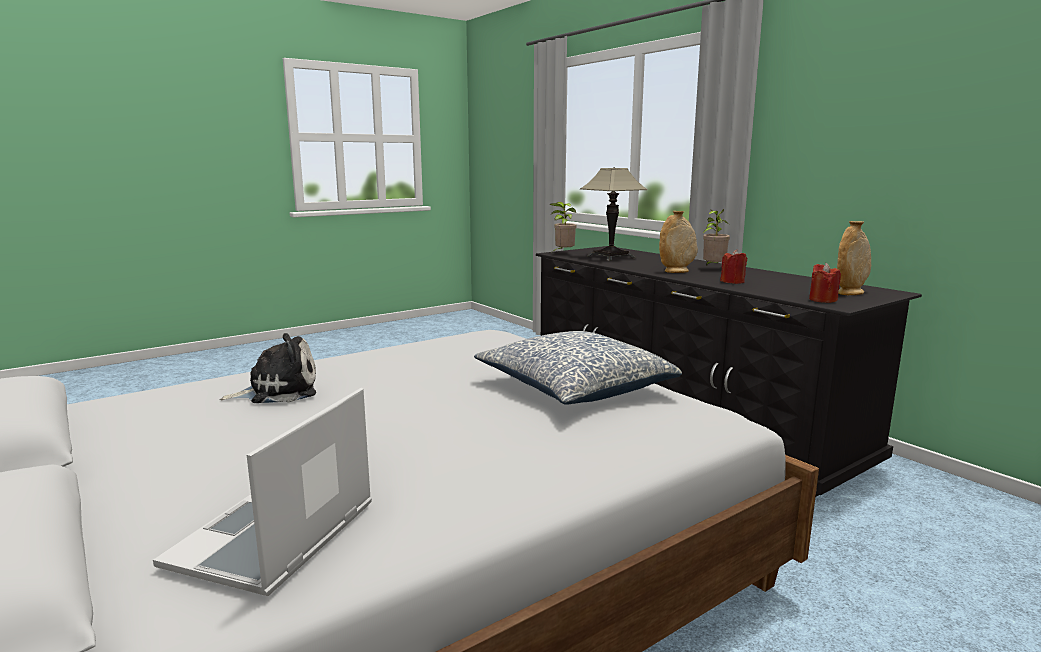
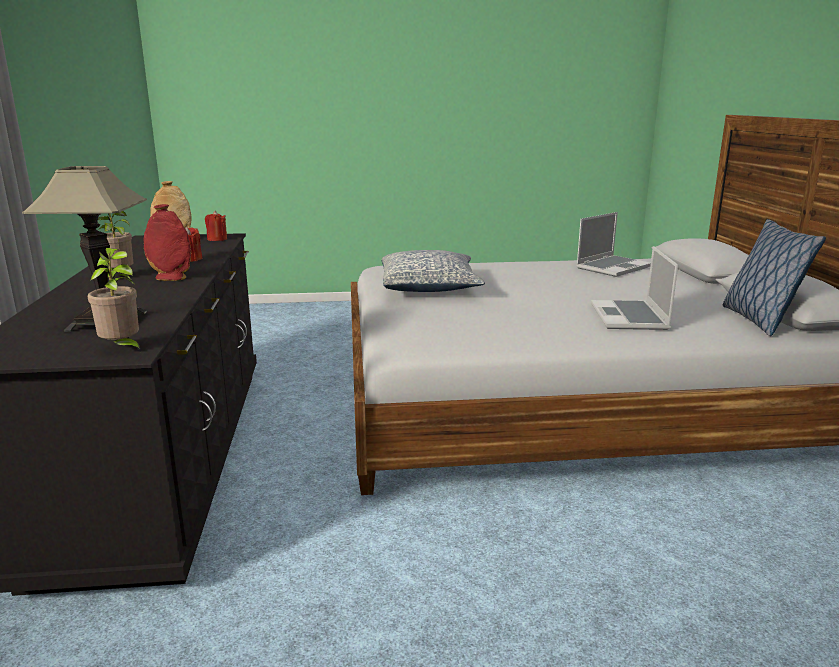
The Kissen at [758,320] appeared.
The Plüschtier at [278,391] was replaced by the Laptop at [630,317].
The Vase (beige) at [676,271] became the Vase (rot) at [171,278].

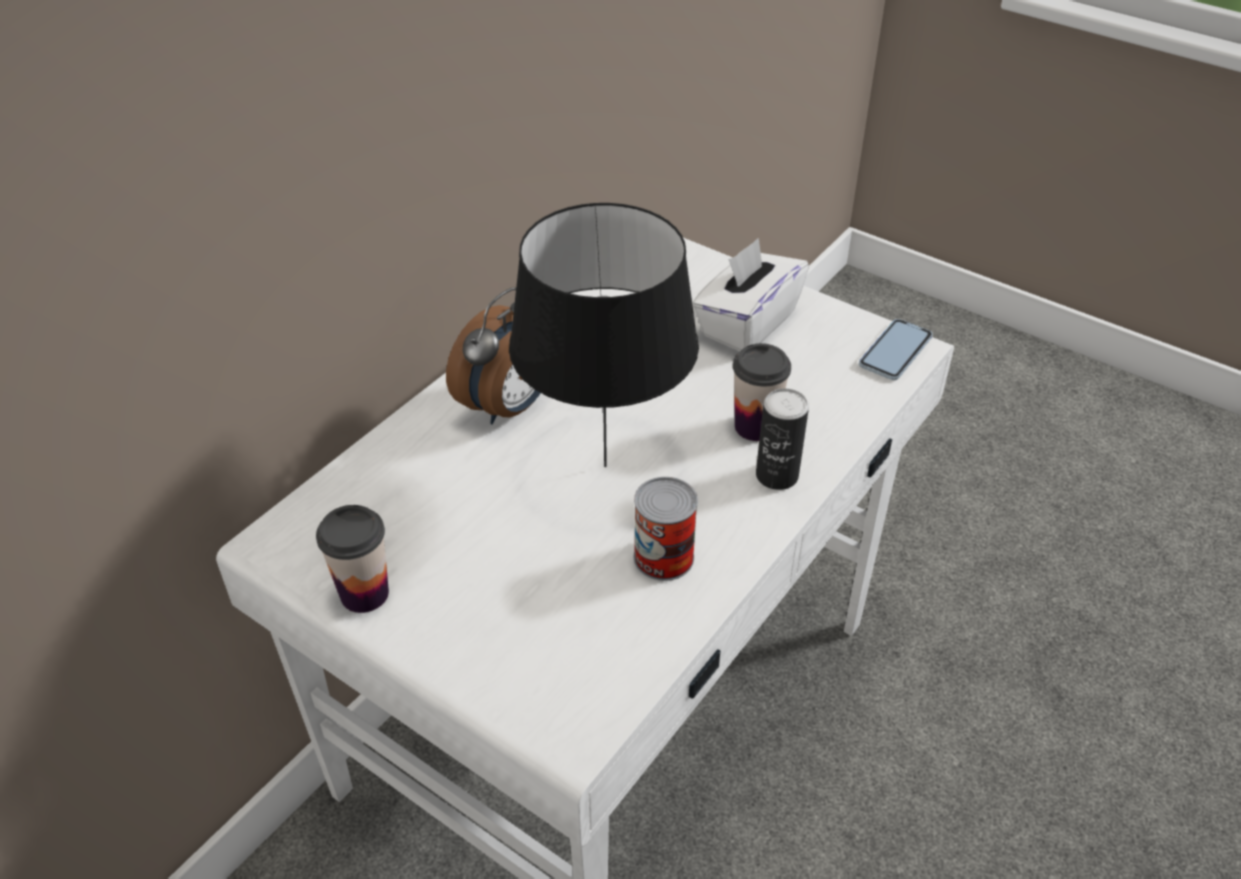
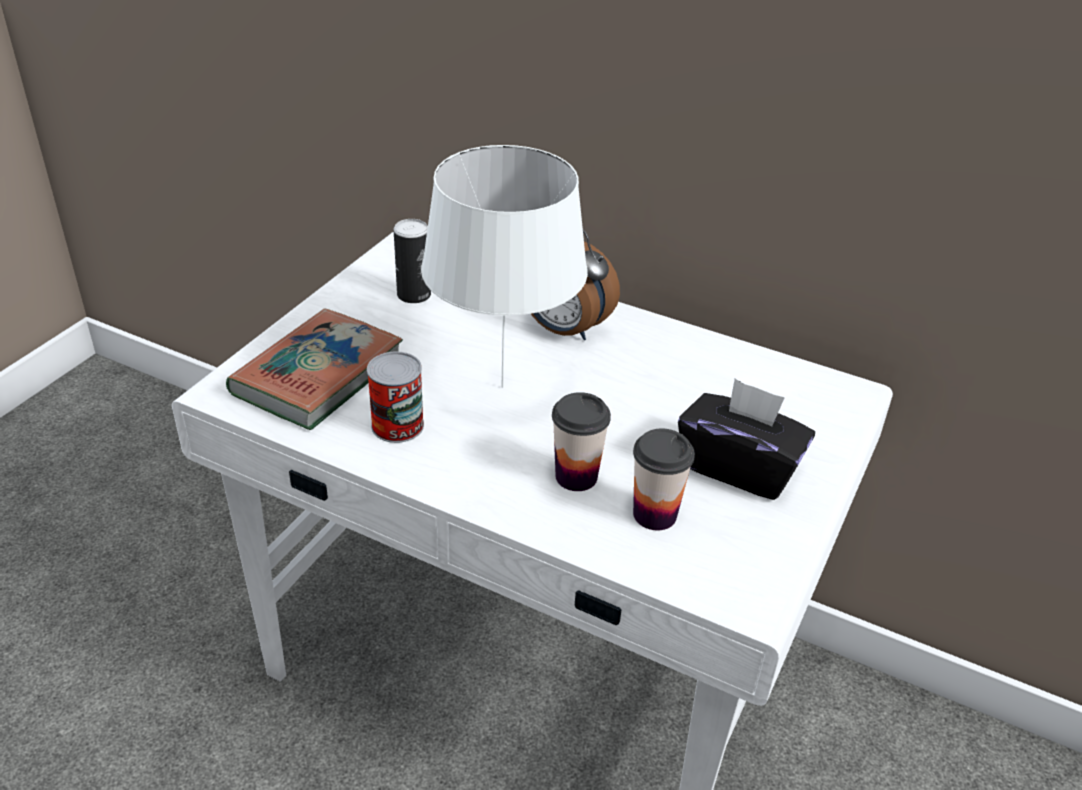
The Handy at [895,351] disappeared.
The Buch at [318,376] appeared.
The Tasse moved from [364,593] to [654,514].
The Dose moved from [777,475] to [414,295].
The Tischlampe (schwarz) at [603,465] became the Tischlampe (weiß) at [503,386].
The Taschentuchbox (weiß) at [746,323] became the Taschentuchbox (schwarz) at [739,467].

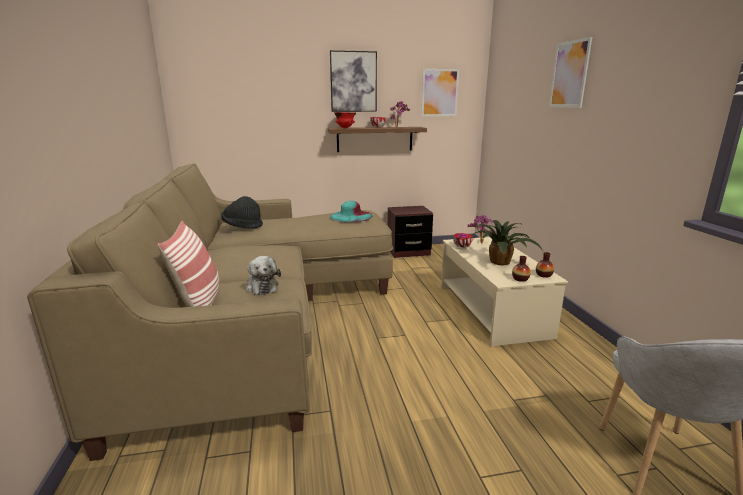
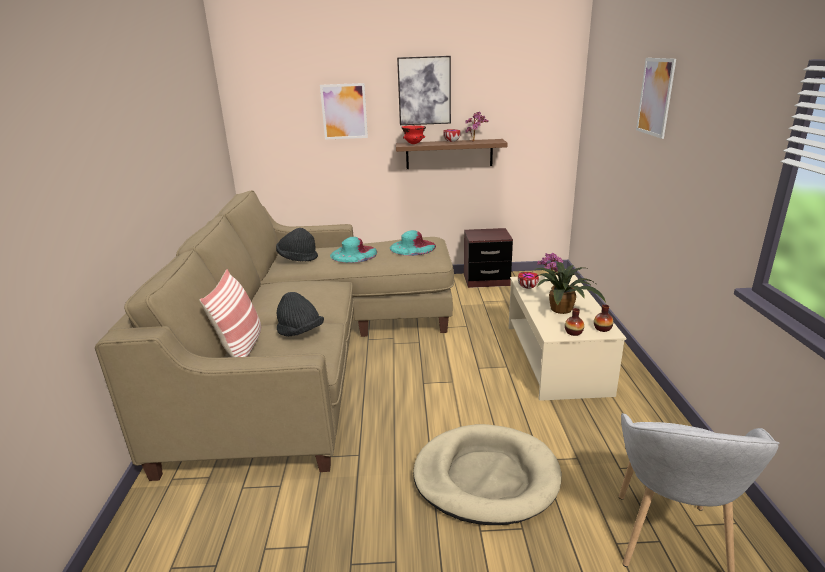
The Hut (türkis) at [353,254] appeared.
The Hundebett (beige) at [486,477] appeared.
The Bild moved from [439,93] to [344,111].
The Plüschtier at [261,286] was replaced by the Hut (schwarz) at [300,332].

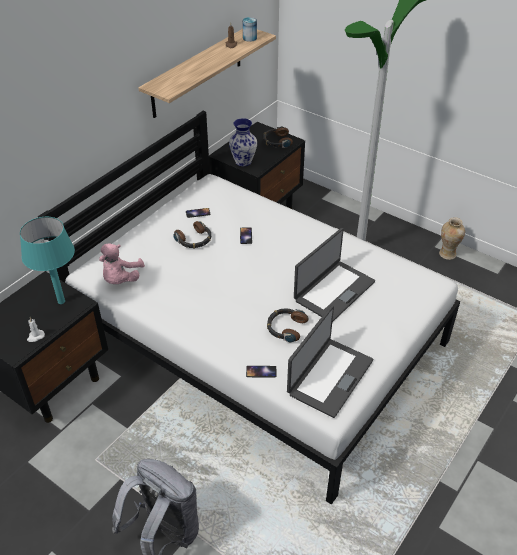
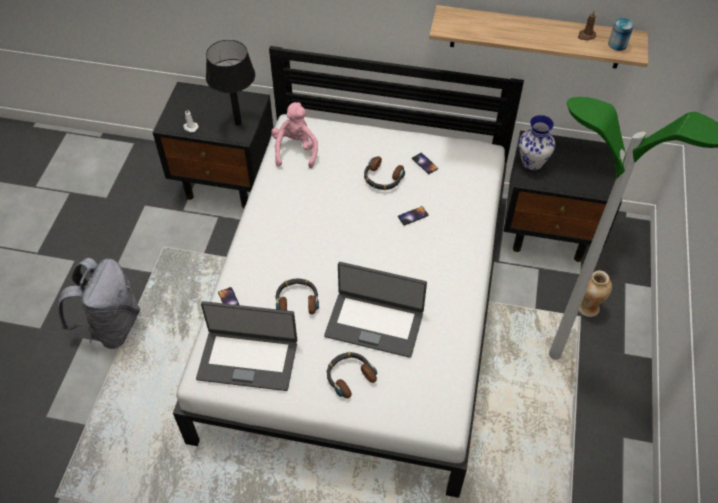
The Kopfhörer moved from [276,141] to [349,376].
The Vase moved from [447,254] to [588,308].
The Tischlampe (türkis) at [61,301] became the Tischlampe (schwarz) at [238,123].
The Plüschtier (rosa) at [121,279] turned 105 degrees clockwise.

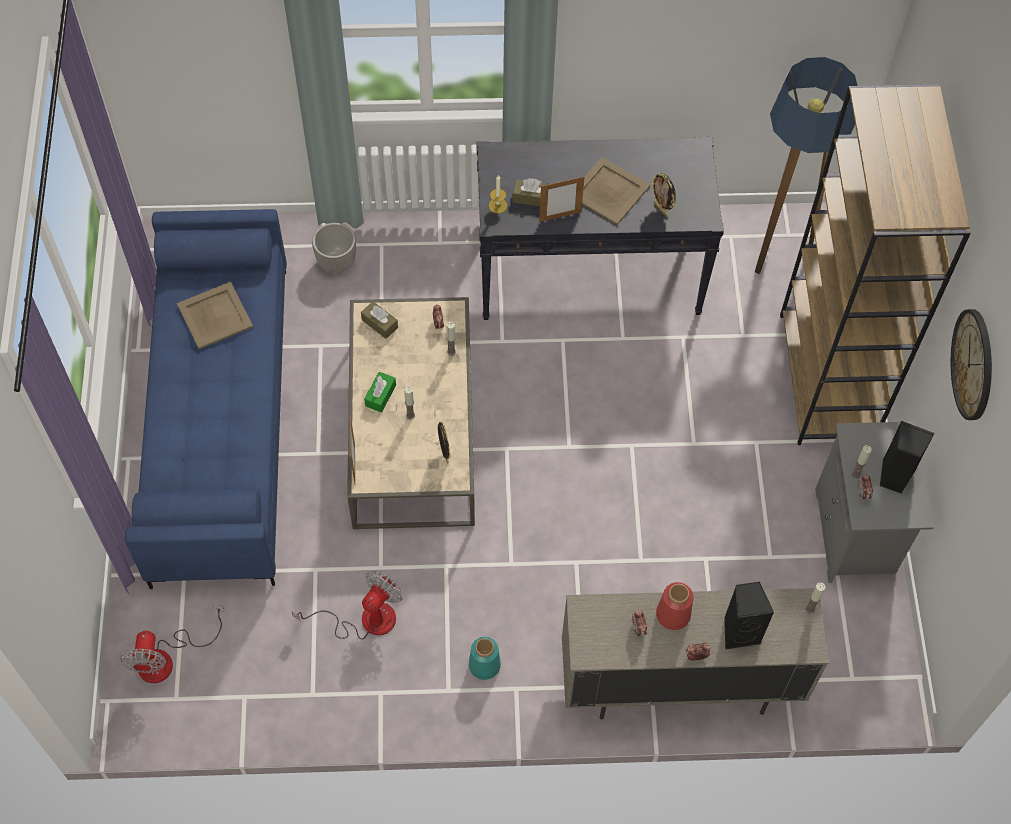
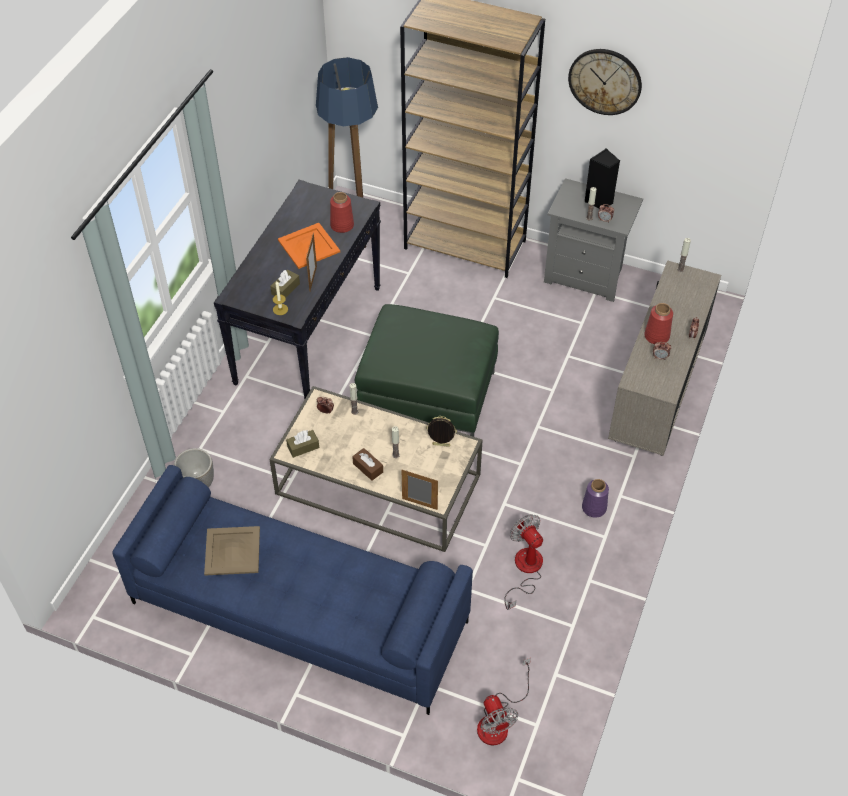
The Lautsprecher (schwarz) at [739,632] disappeared.
The Polsterhocker (grün) at [428,395] appeared.
The Bilderrahmen at [661,209] was replaced by the Vase (rot) at [342,225].
The Taschentuchbox (grün) at [380,395] became the Taschentuchbox (braun) at [368,468].
The Vase (türkis) at [484,665] became the Vase (lila) at [594,508].
The Tablett (beige) at [610,191] became the Tablett (orange) at [309,245].
The Ventilator at [167,658] turned 45 degrees clockwise.

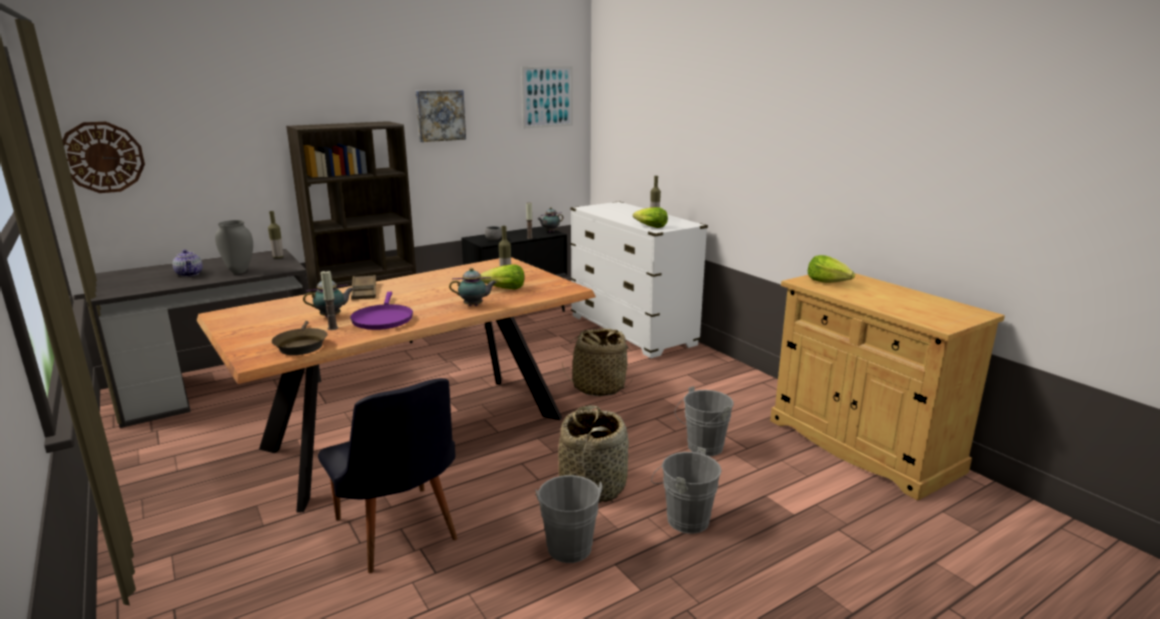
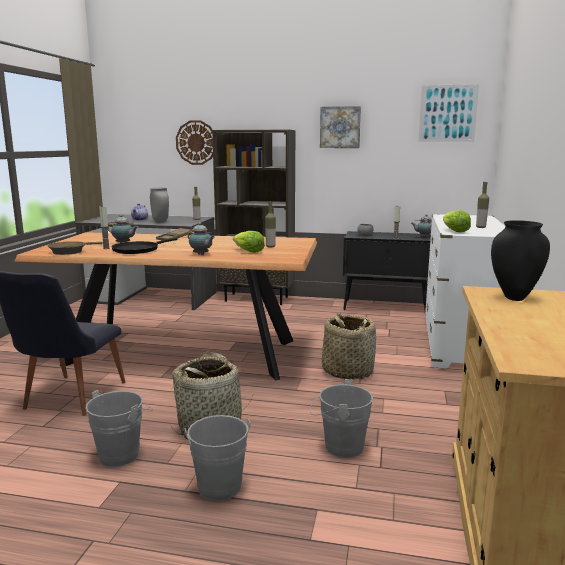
The Wanduhr moved from [102,157] to [196,142].
The Salatkopf at [828,282] was replaced by the Vase (schwarz) at [514,297].
The Pfanne (lila) at [382,319] became the Pfanne (schwarz) at [138,250].

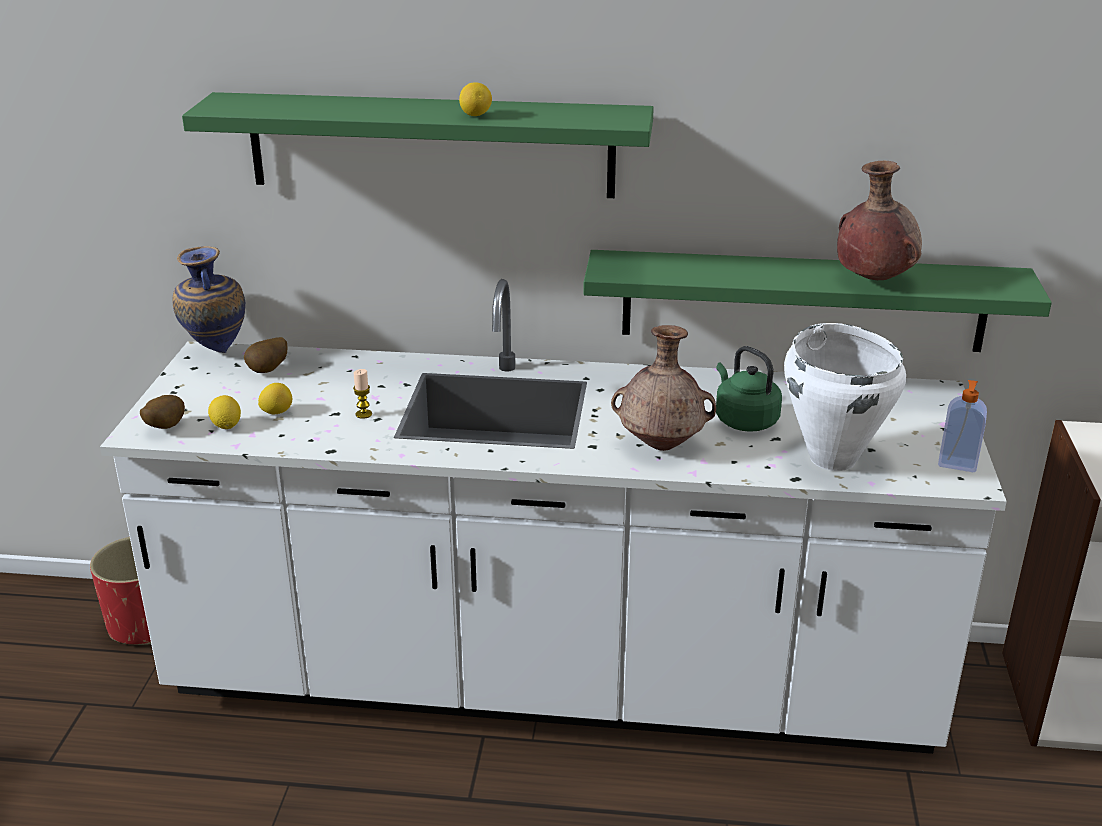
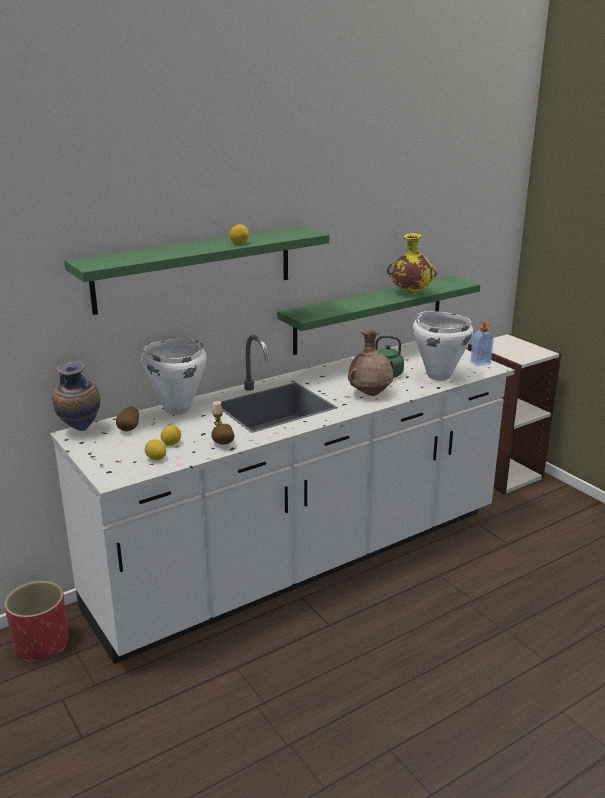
The Kochtopf (weiß) at [176,409] appeared.
The Kartoffel moved from [164,428] to [223,444].
The Vase (braun) at [872,280] became the Vase (gelb) at [410,293].

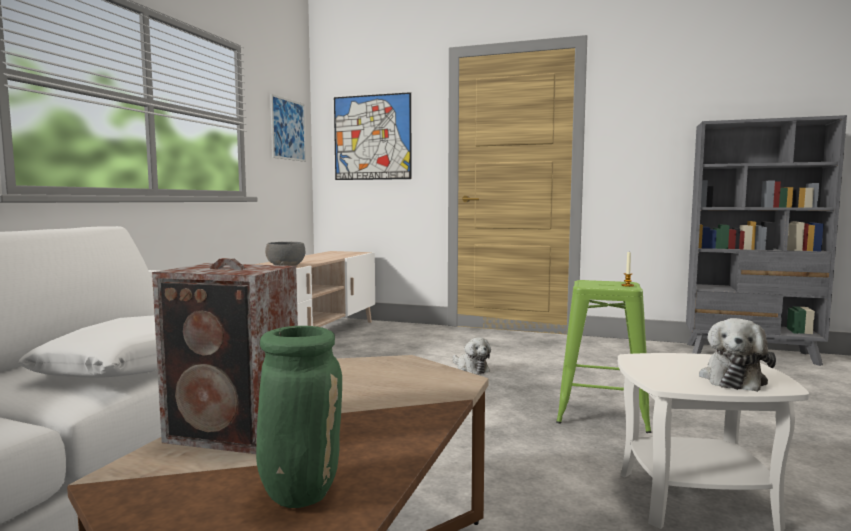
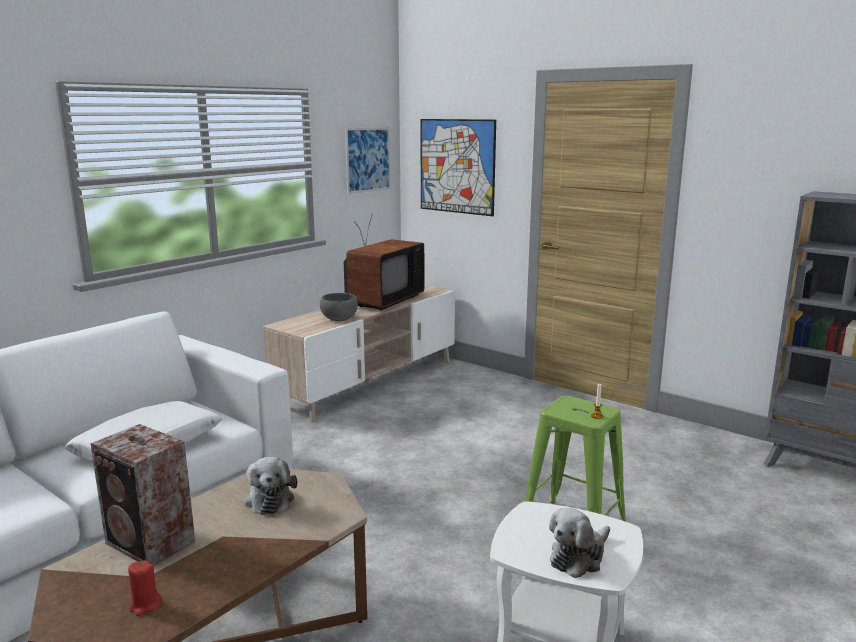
The Fernseher at [381,301] appeared.
The Plüschtier moved from [471,369] to [270,499].
The Vase (grün) at [299,491] was replaced by the Kerze (rot) at [145,605].

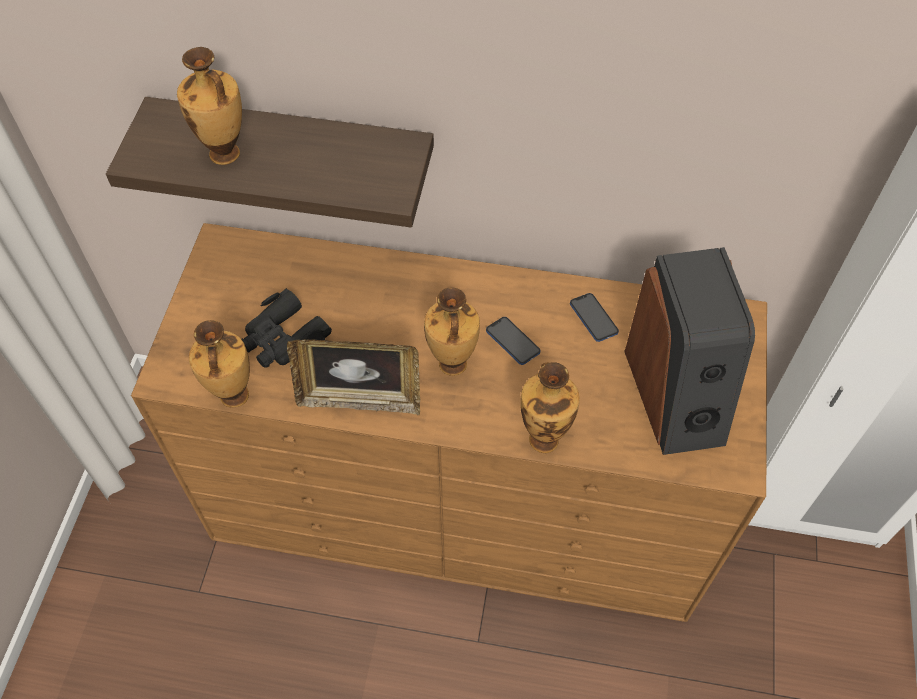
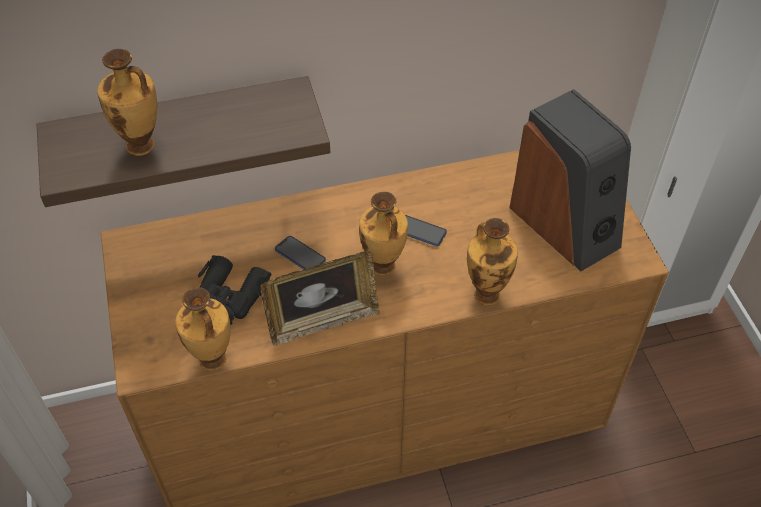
The Handy moved from [593,318] to [300,255].

